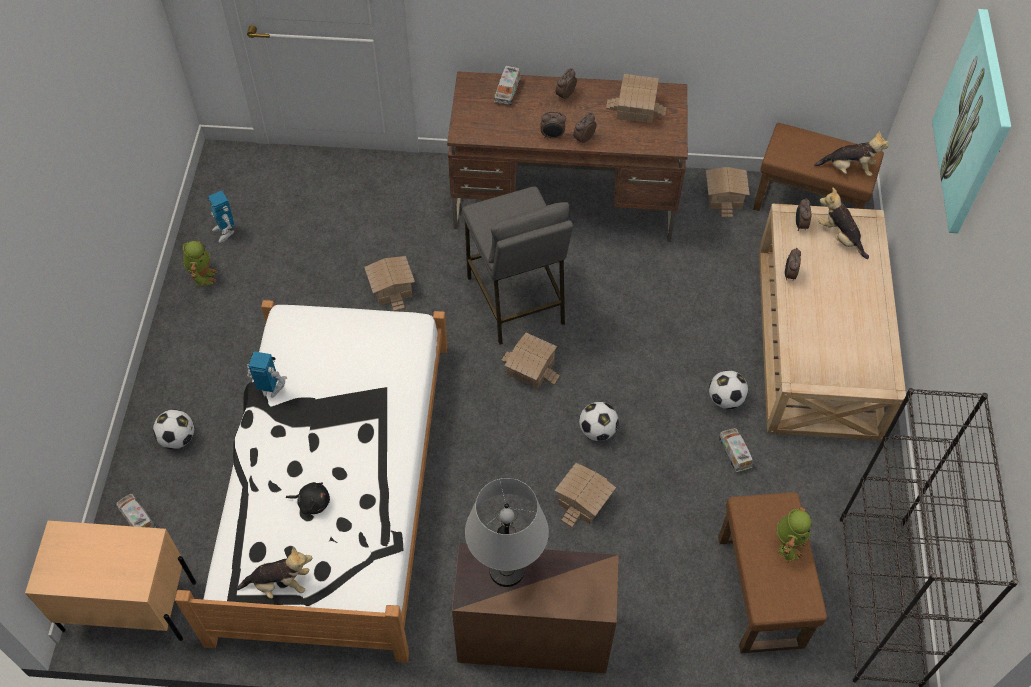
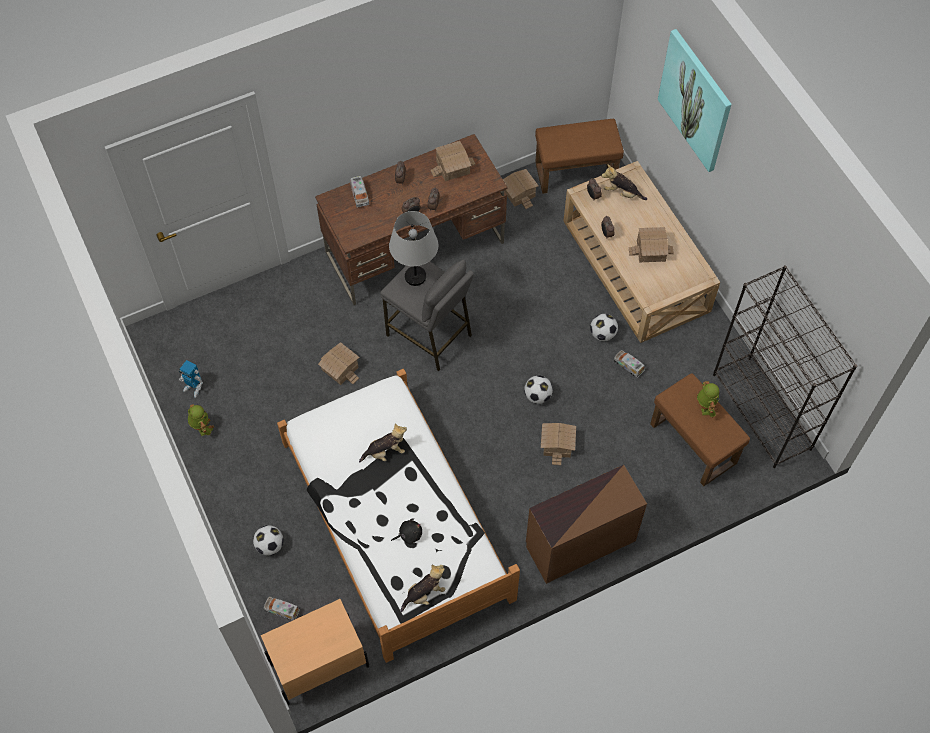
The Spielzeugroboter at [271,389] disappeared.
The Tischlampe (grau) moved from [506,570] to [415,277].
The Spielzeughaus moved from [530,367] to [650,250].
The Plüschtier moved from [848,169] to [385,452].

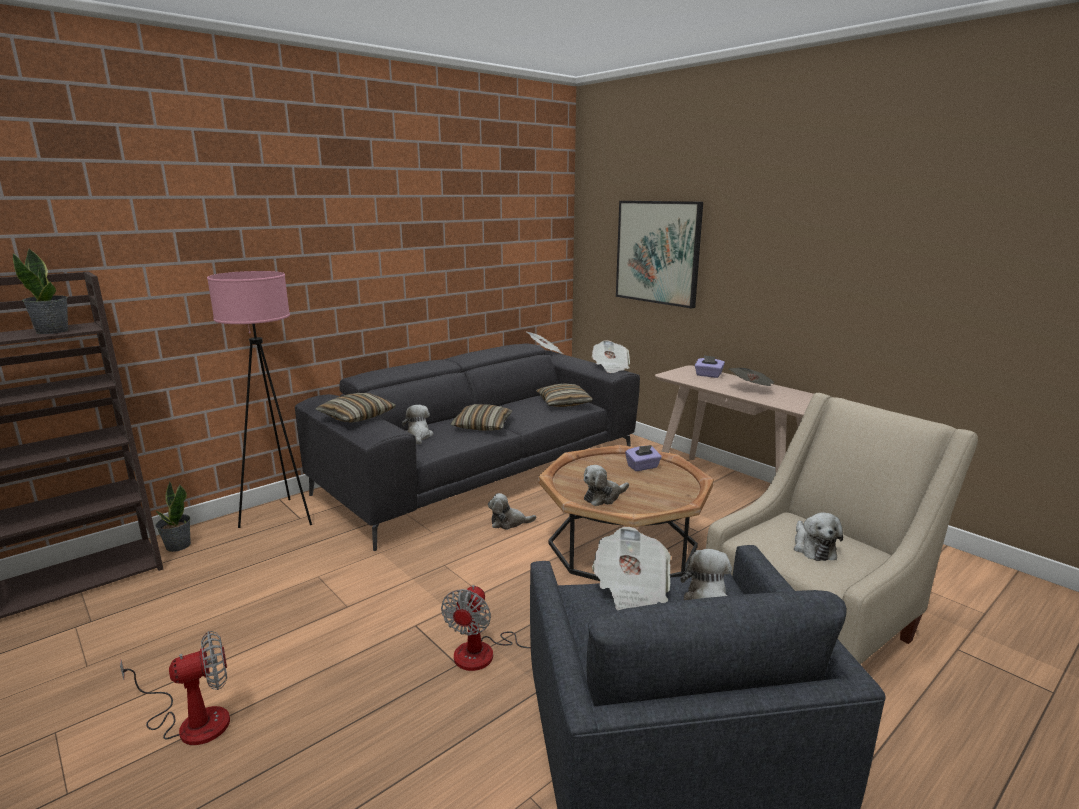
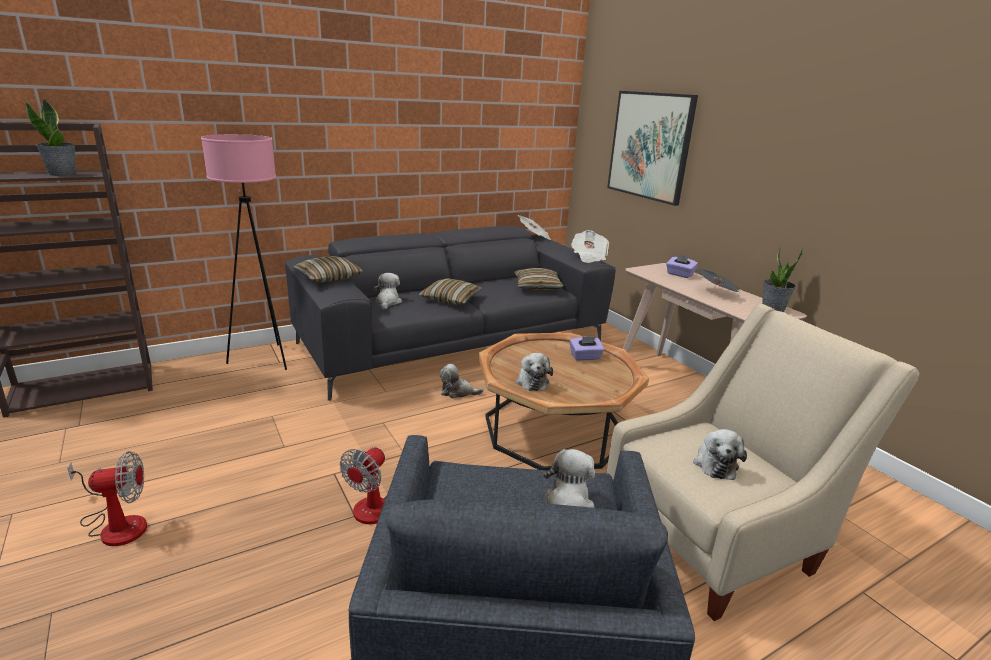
The Zeitung at [631,590] disappeared.
The Topfpflanze moved from [178,546] to [773,308].
The Plüschtier at [603,497] turned 75 degrees counterclockwise.

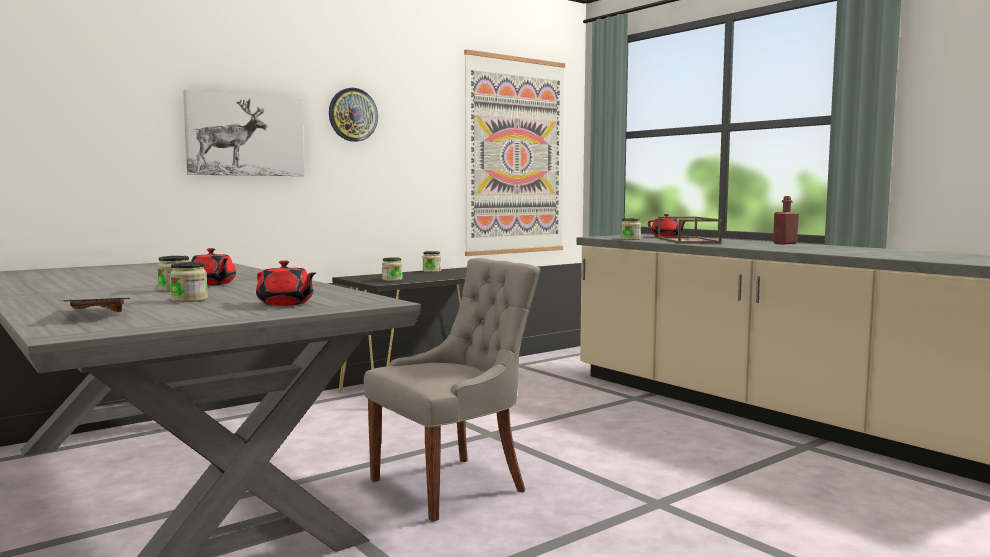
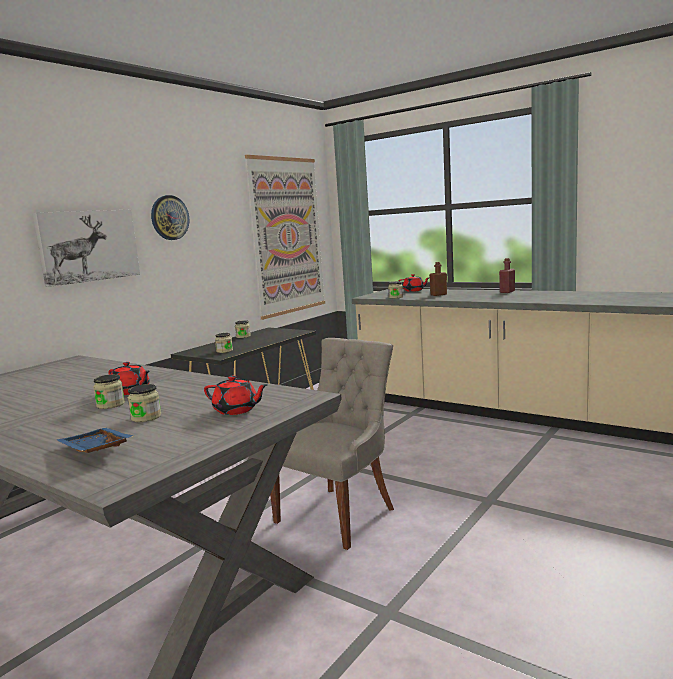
The Tablett (braun) at [689,240] was replaced by the Flasche (braun) at [438,295].

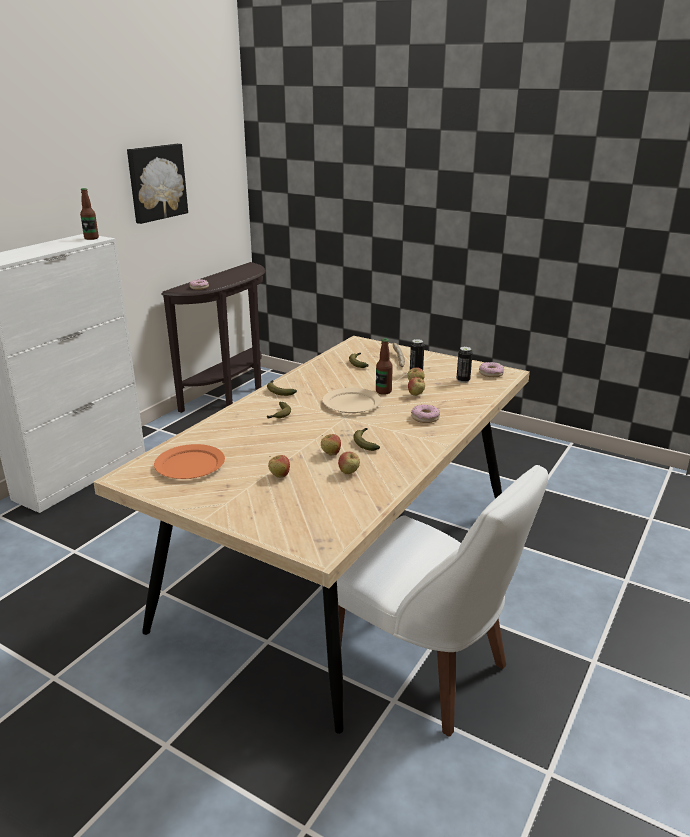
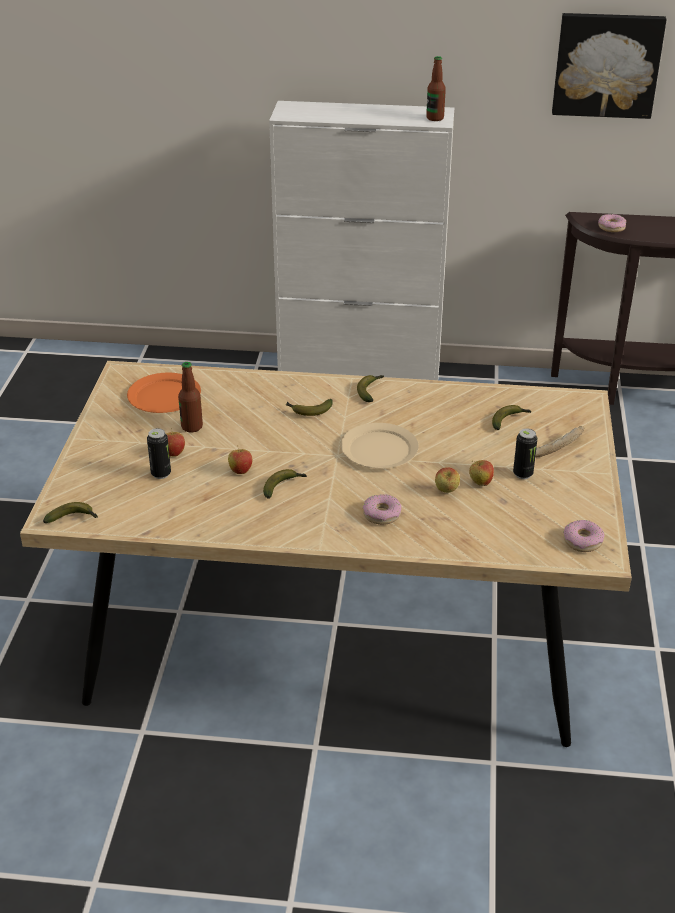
The Stuhl (weiß) at [426,670] disappeared.
The Apfel at [349,473] disappeared.
The Banane at [73,518] appeared.
The Flasche moved from [383,391] to [192,427].
The Dose moved from [463,380] to [161,474].

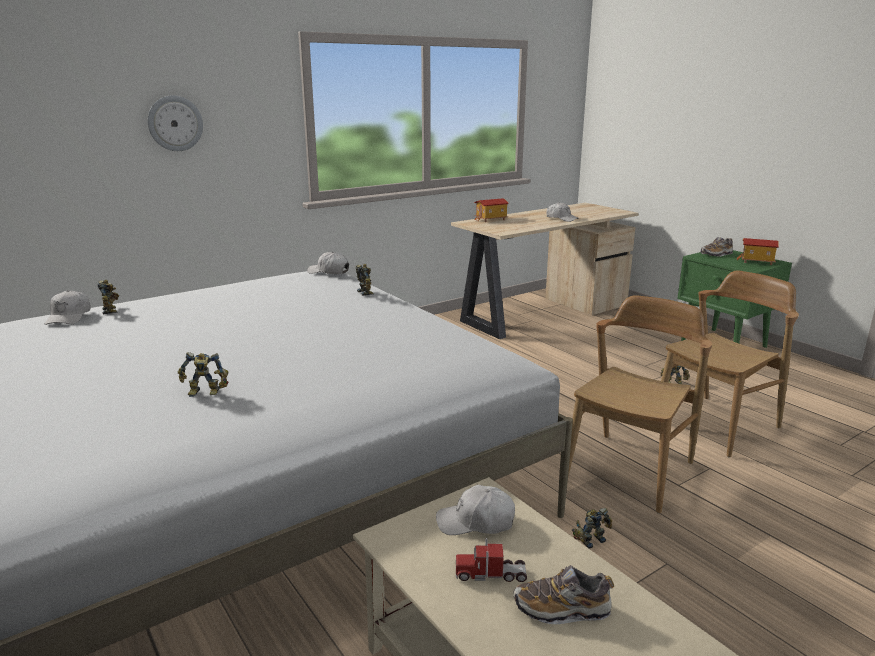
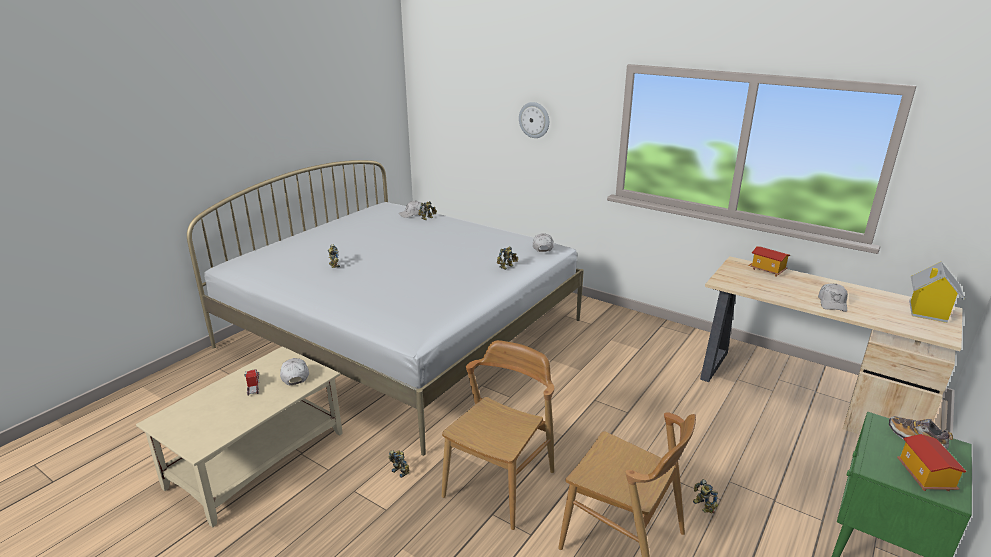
The Schuh at [562,609] disappeared.
The Spielzeughaus at [927,312] appeared.
The Stuhl (braun) at [630,471] turned 75 degrees counterclockwise.

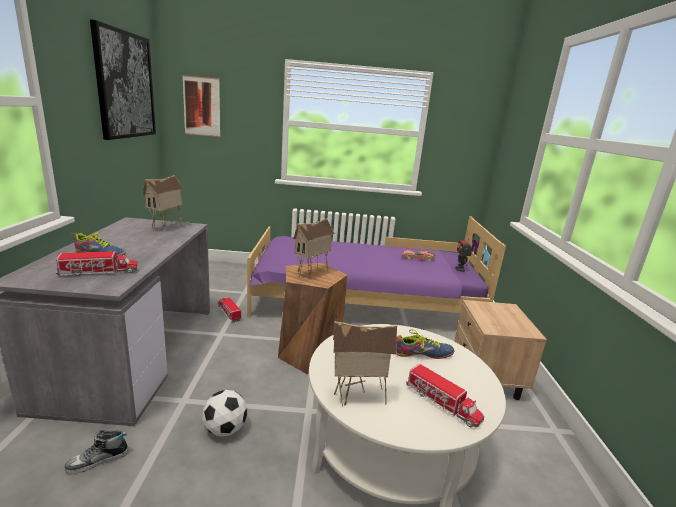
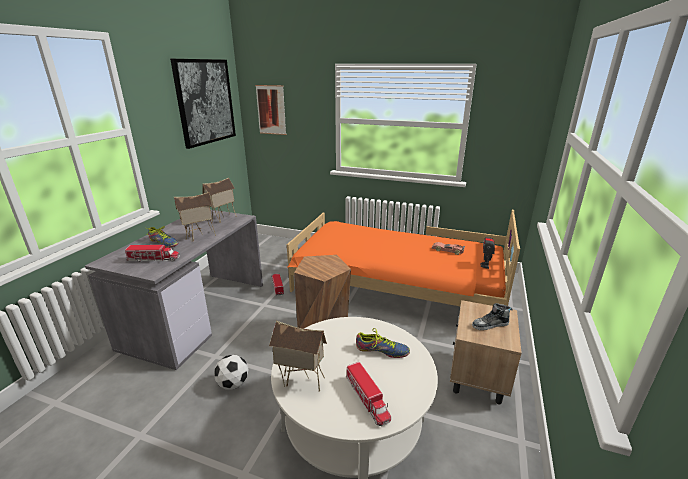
The Schuh moved from [98,460] to [490,325].
The Spielzeughaus moved from [312,274] to [200,237].
The Bett (lila) at [362,302] became the Bett (orange) at [395,287].

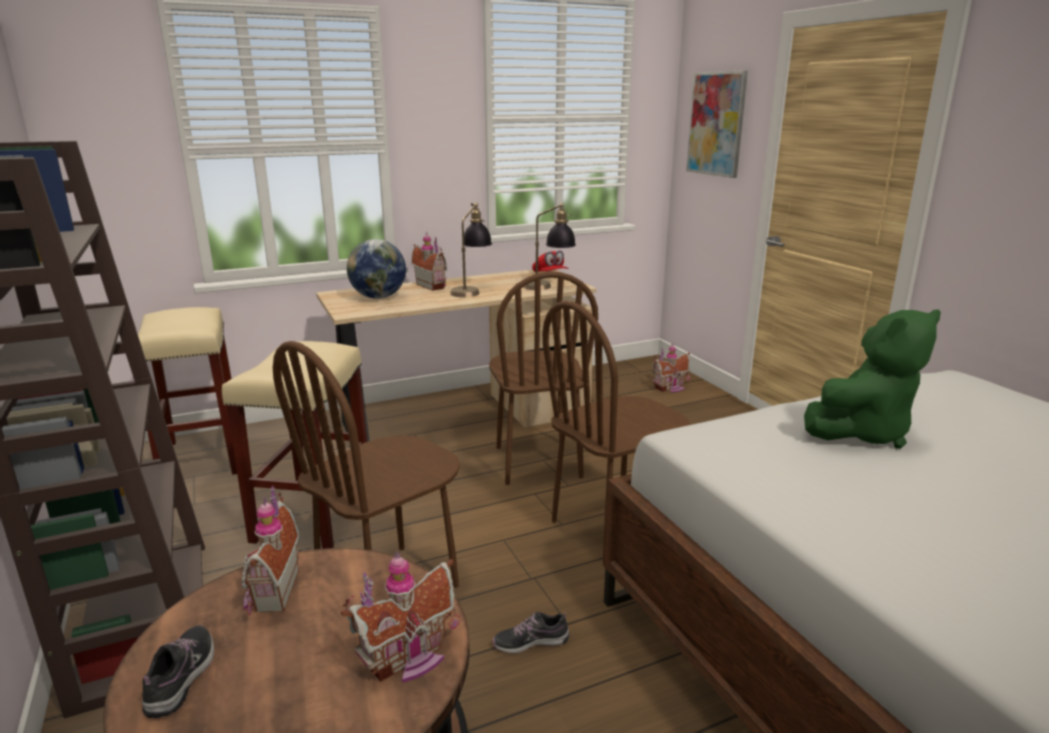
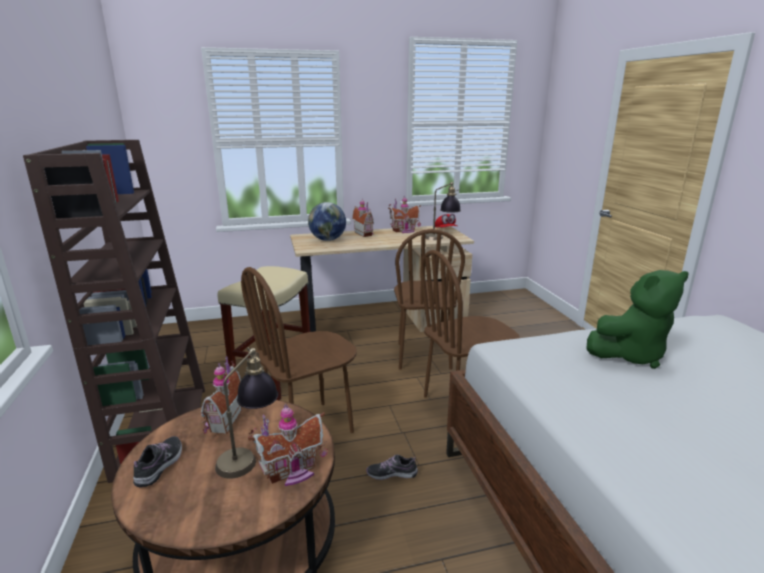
The Hocker (beige) at [202,457] disappeared.
The Bild at [716,124] disappeared.
The Tischlampe moved from [471,290] to [250,454].
The Spielzeughaus moved from [671,388] to [405,231].

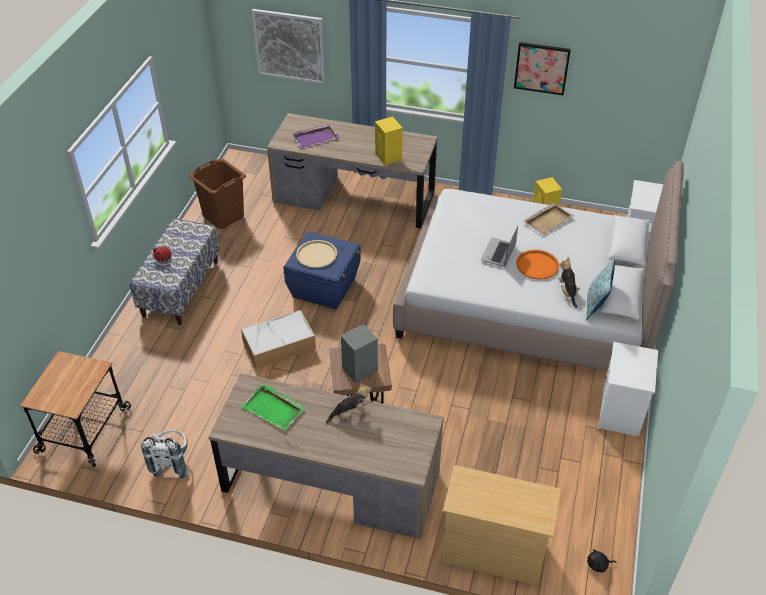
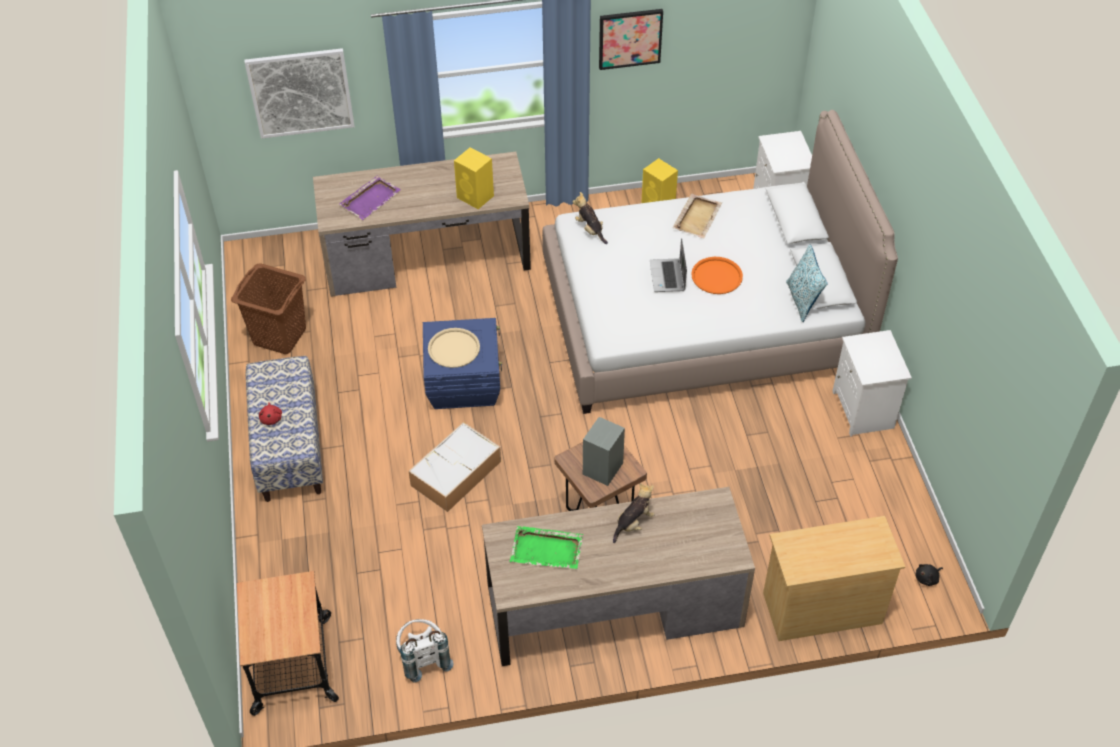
The Plüschtier moved from [567,292] to [590,230].

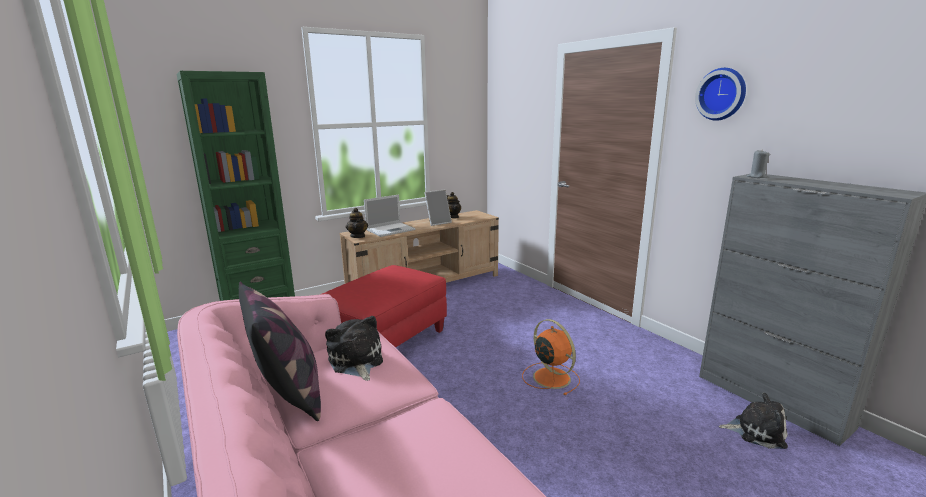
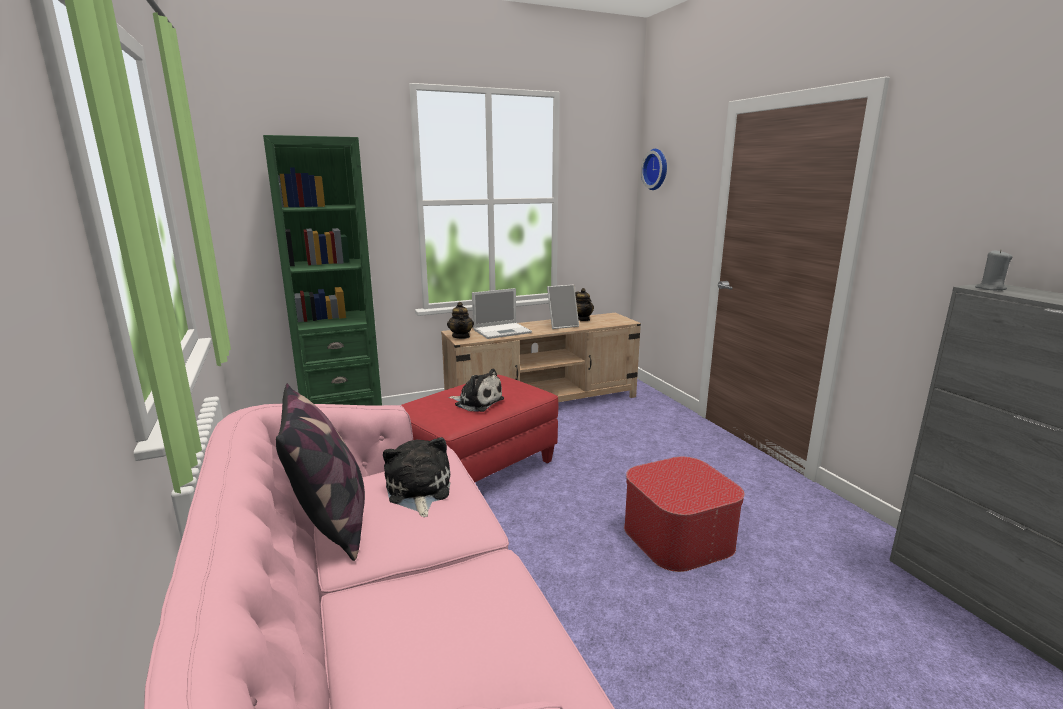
The Wanduhr moved from [722,94] to [657,169].
The Plüschtier moved from [756,431] to [477,402].
The Ventilator (orange) at [550,377] was replaced by the Polsterhocker at [677,536].

